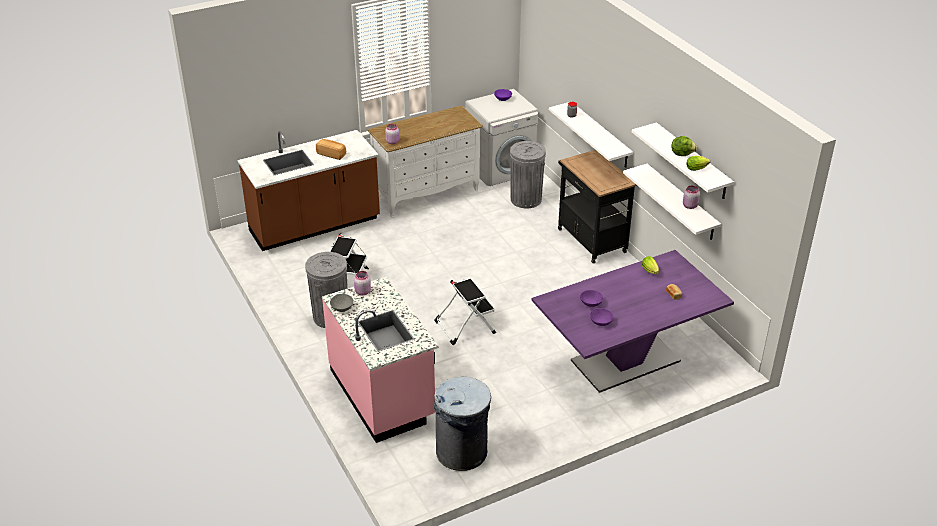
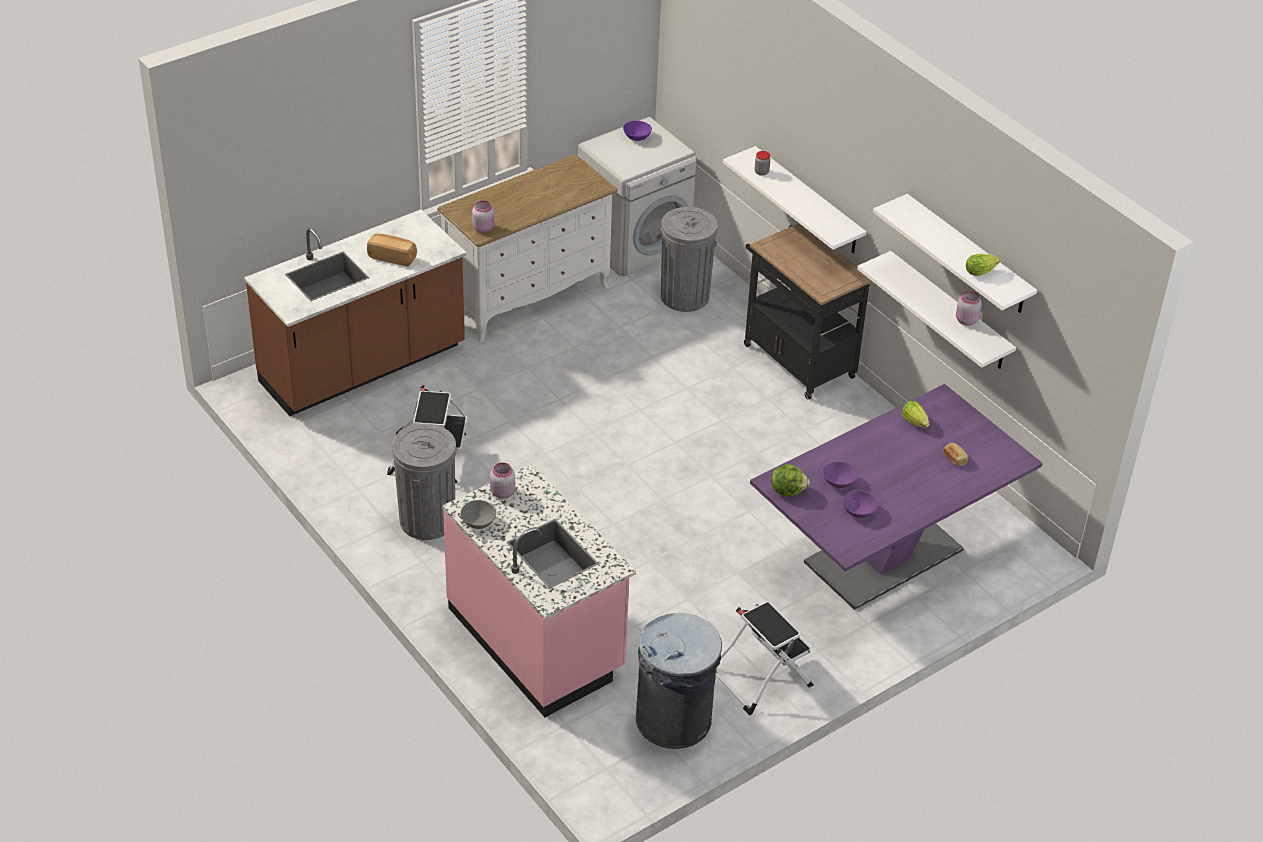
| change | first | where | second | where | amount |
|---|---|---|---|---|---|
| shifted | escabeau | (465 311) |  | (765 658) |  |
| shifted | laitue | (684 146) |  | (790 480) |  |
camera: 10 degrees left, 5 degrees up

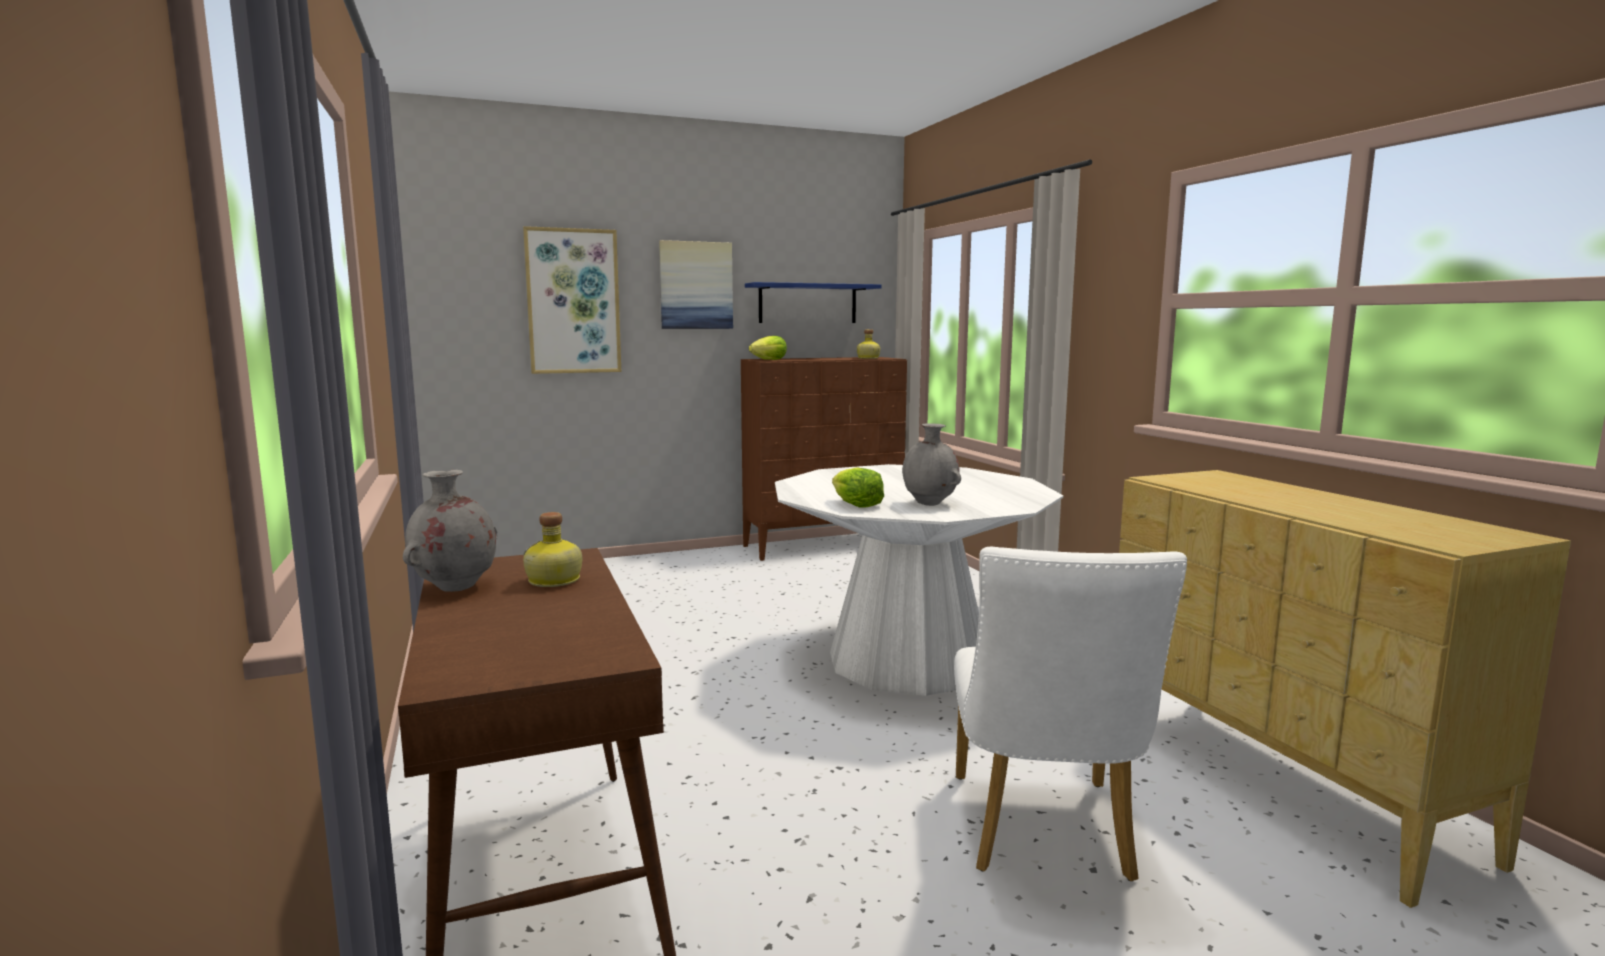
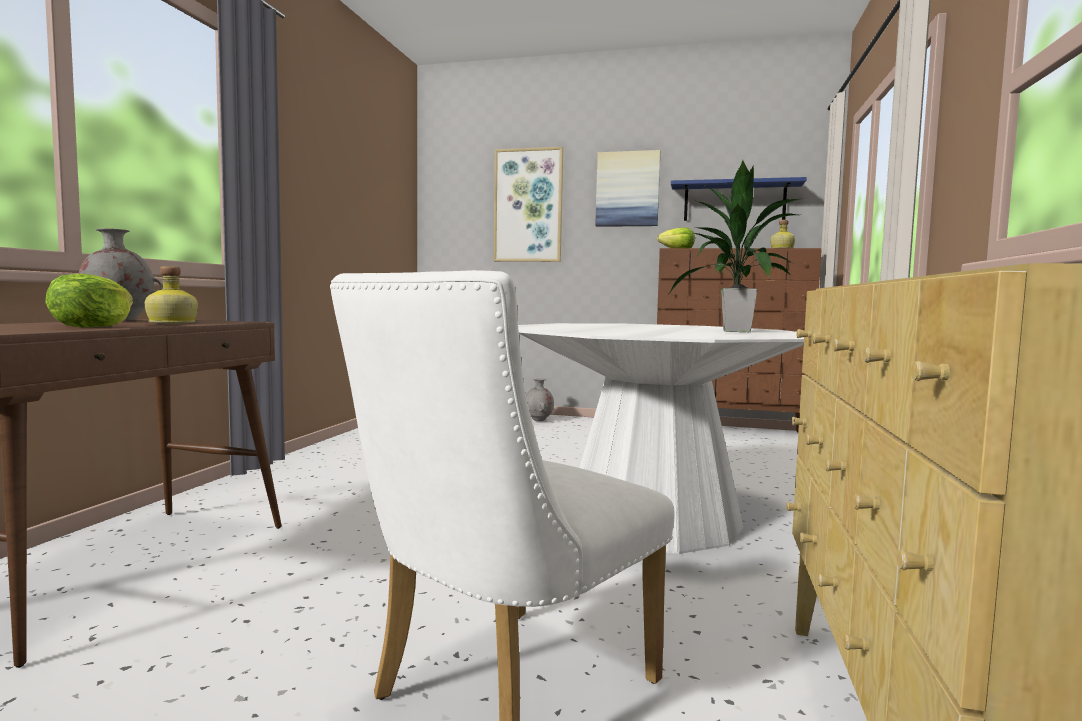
| change | first | where | second | where | amount |
|---|---|---|---|---|---|
| new |  |  | plante en pot | (735 246) |  |
| shifted | laitue | (858 487) |  | (89 300) |  |
| shifted | vase/gris | (931 464) |  | (540 399) |  |
camera: 35 degrees right, 5 degrees down

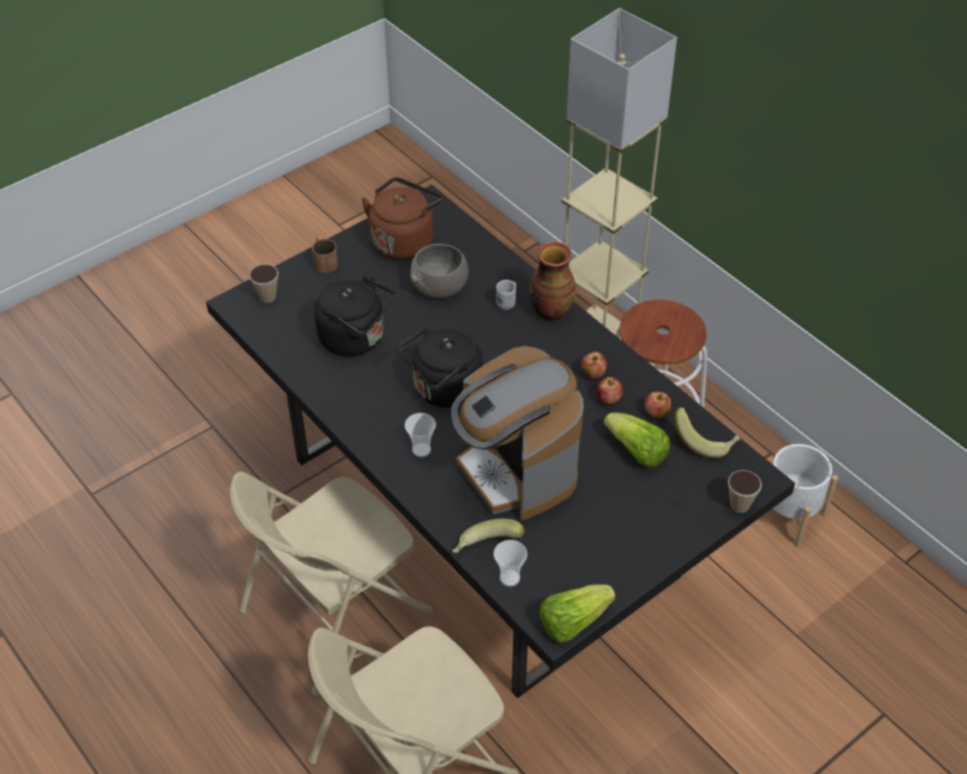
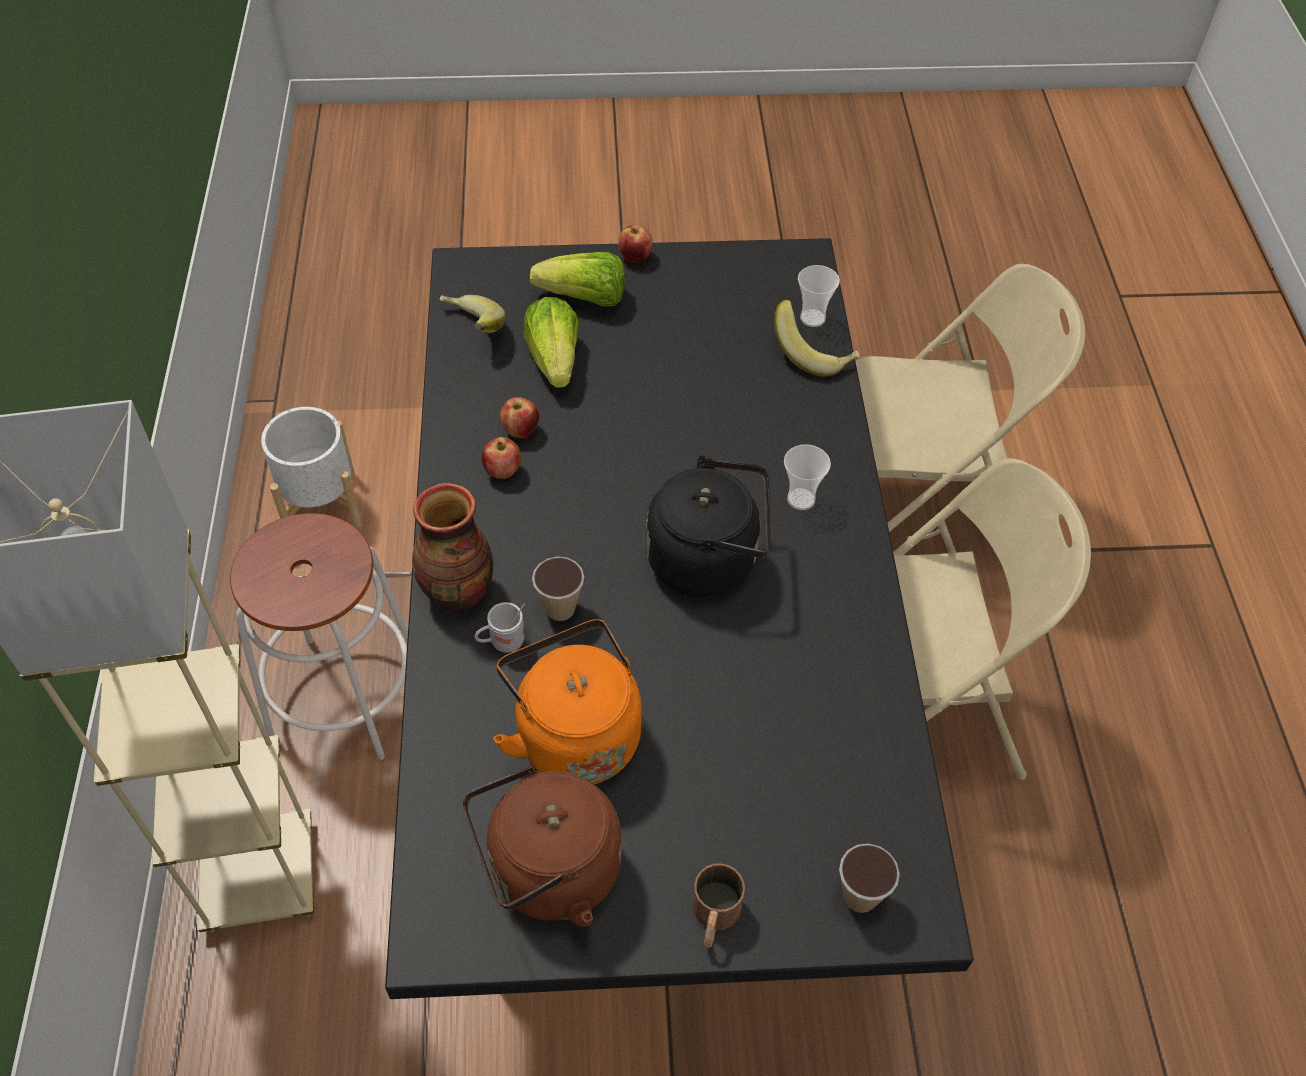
| change | first | where | second | where | amount |
|---|---|---|---|---|---|
| gone | bouilloire/noir | (354 316) |  |  |  |
| gone | machine à café | (517 433) |  |  |  |
| shifted | laitue | (577 613) |  | (577 279) |  |
| shifted | pomme | (658 405) |  | (635 244) |  |
| shifted | tasse | (745 491) |  | (558 589) |  |
| swapped | bol/gris | (439 271) | bouilloire/orange | (567 701) |  |
camera: 145 degrees left, 5 degrees up

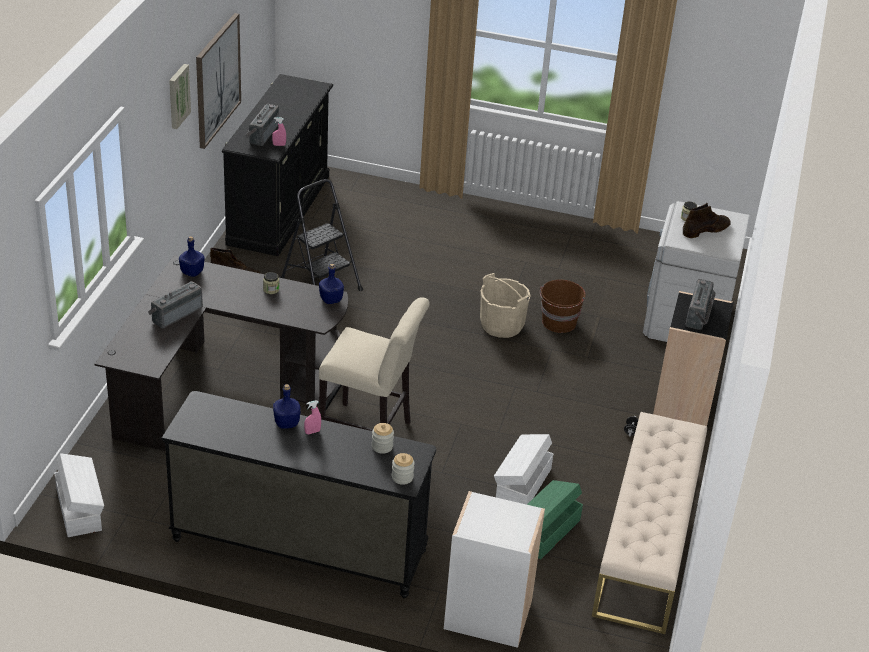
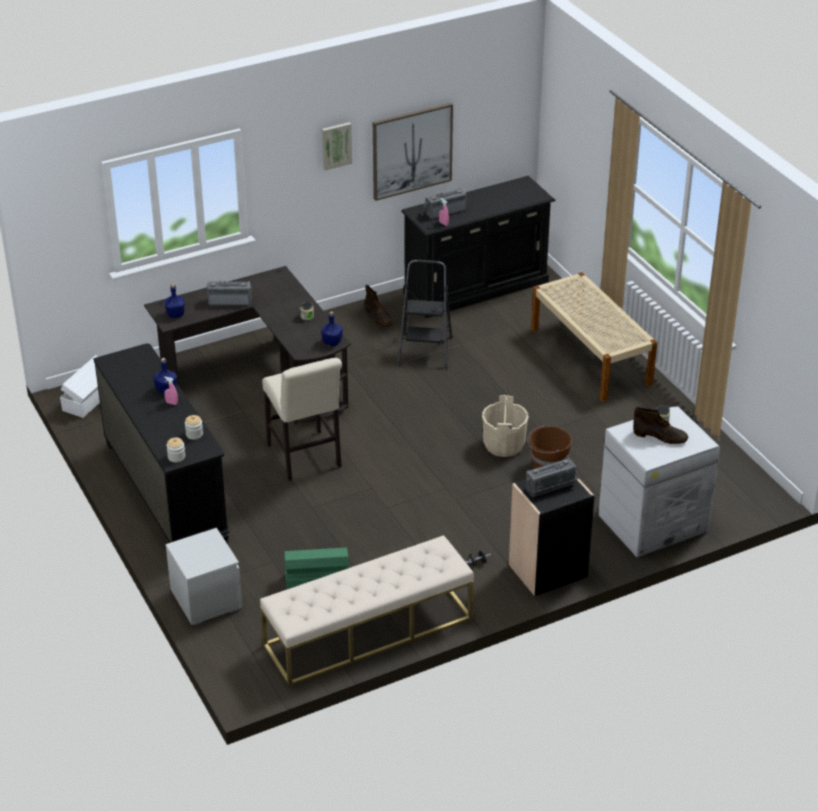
| change | first | where | second | where | amount |
|---|---|---|---|---|---|
| gone | boîte de rangement/blanc | (523 469) |  |  |  |
| new |  |  | banc/beige | (594 336) |  |
| shifted | bouteille/bleu | (191 256) |  | (175 301) |  |
| swapped | bibliothèque/blanc | (494 569) | table de chevet/blanc | (204 576) |  |
camera: 50 degrees right, 0 degrees up

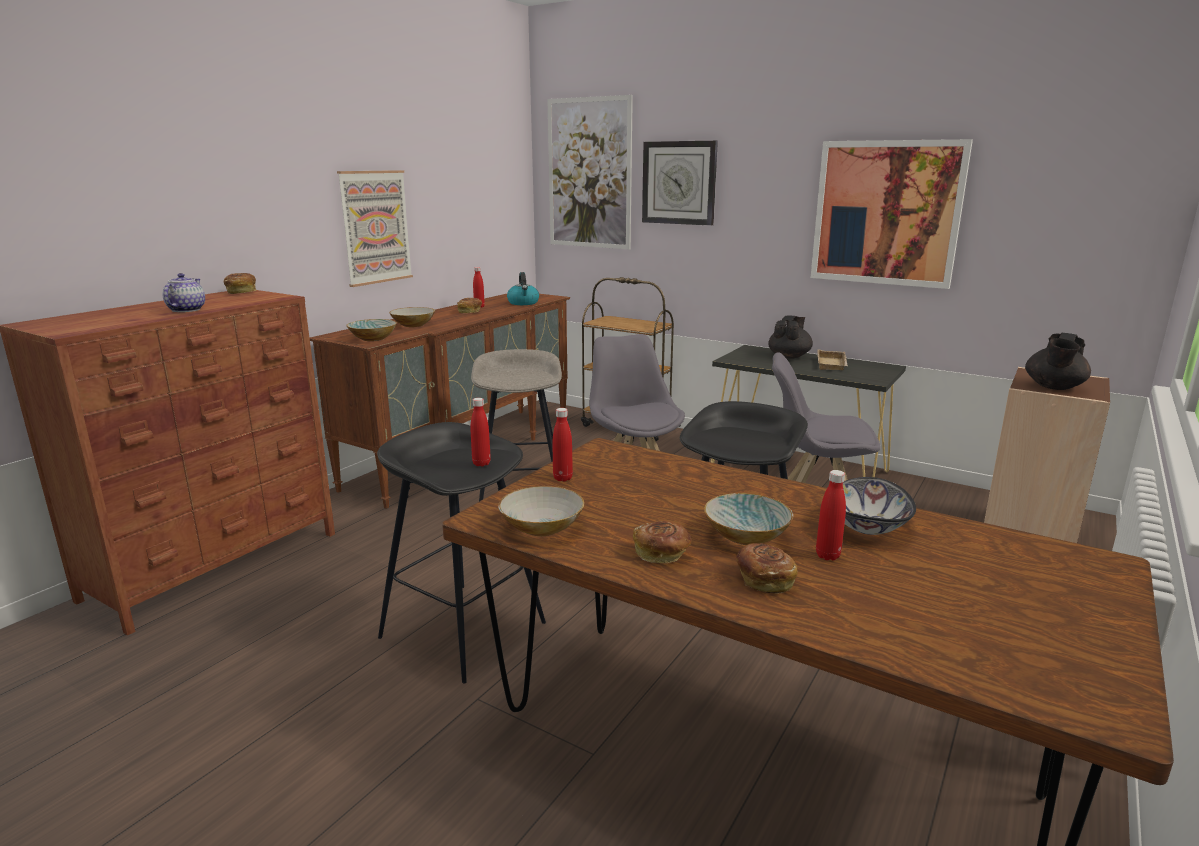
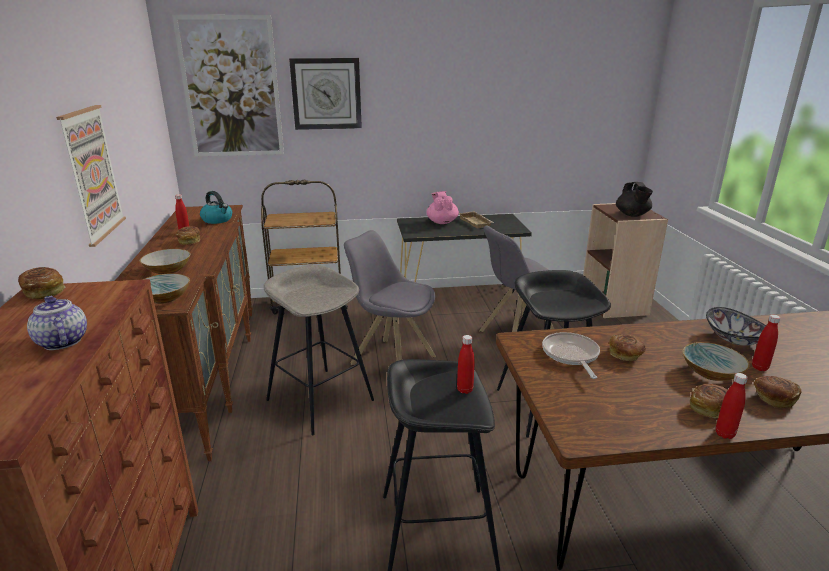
| change | first | where | second | where | amount |
|---|---|---|---|---|---|
| gone | bol | (541 511) |  |  |  |
| gone | tableau | (892 214) |  |  |  |
| new |  |  | poêle | (571 355) |  |
| new |  |  | pain | (627 348) |  |
| shifted | bouteille/rouge | (562 444) |  | (732 406) |  |
| repainted | théière/noir | (790 337) | théière/rose | (442 207) |  |
camera: 40 degrees left, 5 degrees up

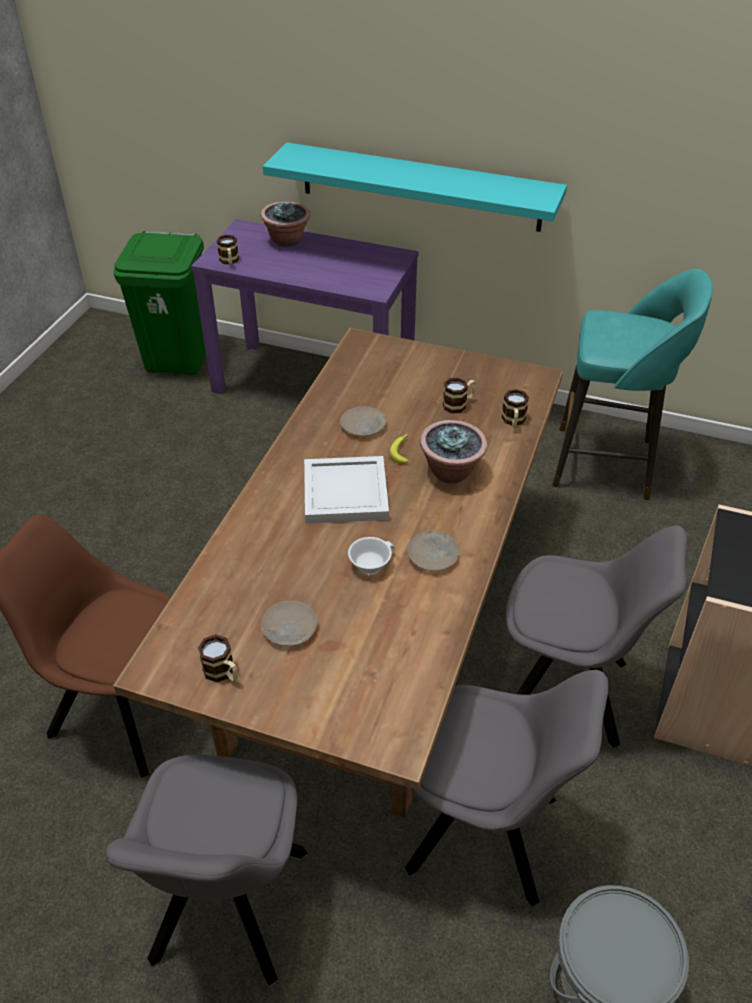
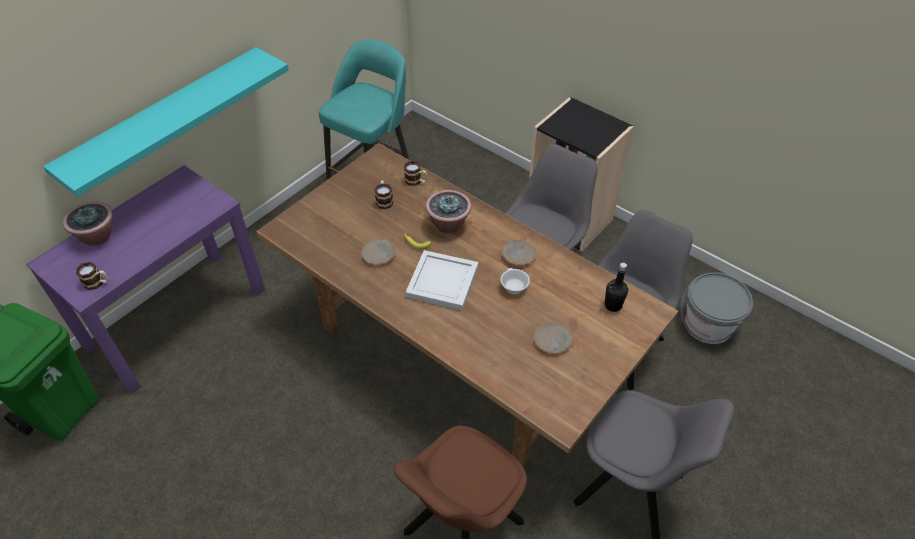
| change | first | where | second | where | amount |
|---|---|---|---|---|---|
| gone | mug | (218 658) |  |  |  |
| new |  |  | bouteille/noir | (616 287) |  |
camera: 70 degrees left, 5 degrees up

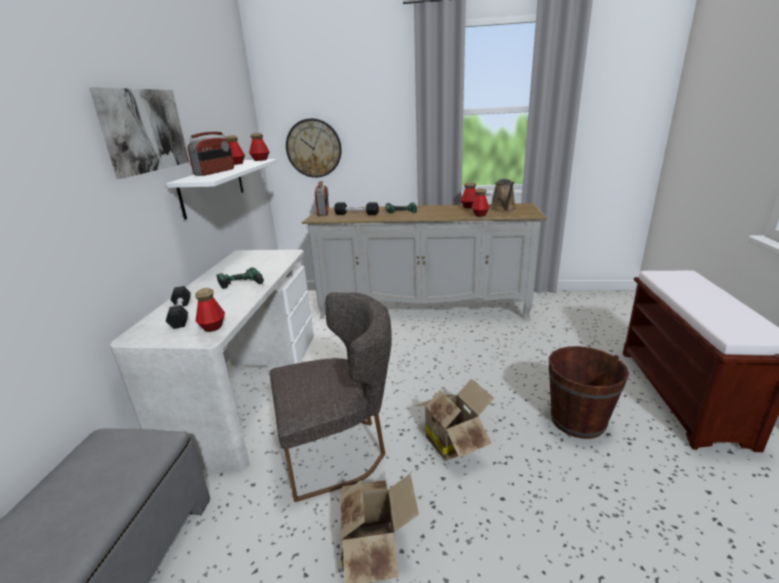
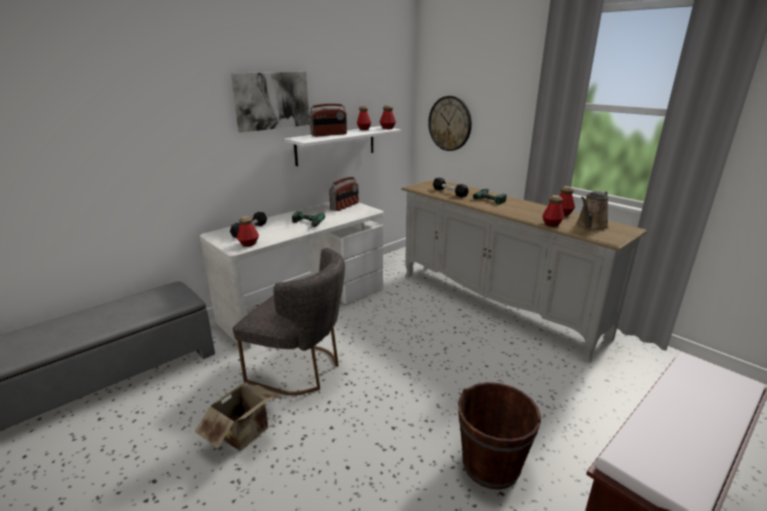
| change | first | where | second | where | amount |
|---|---|---|---|---|---|
| gone | carton | (454 419) |  |  |  |
| shifted | radio | (322 198) |  | (344 194) |  |
camera: 40 degrees right, 0 degrees up

